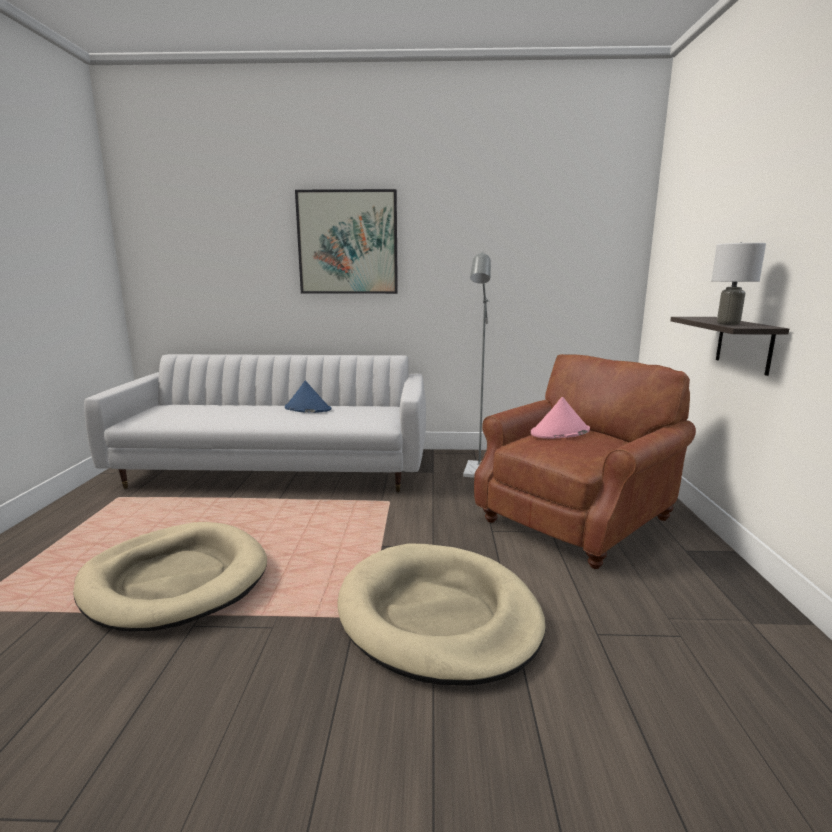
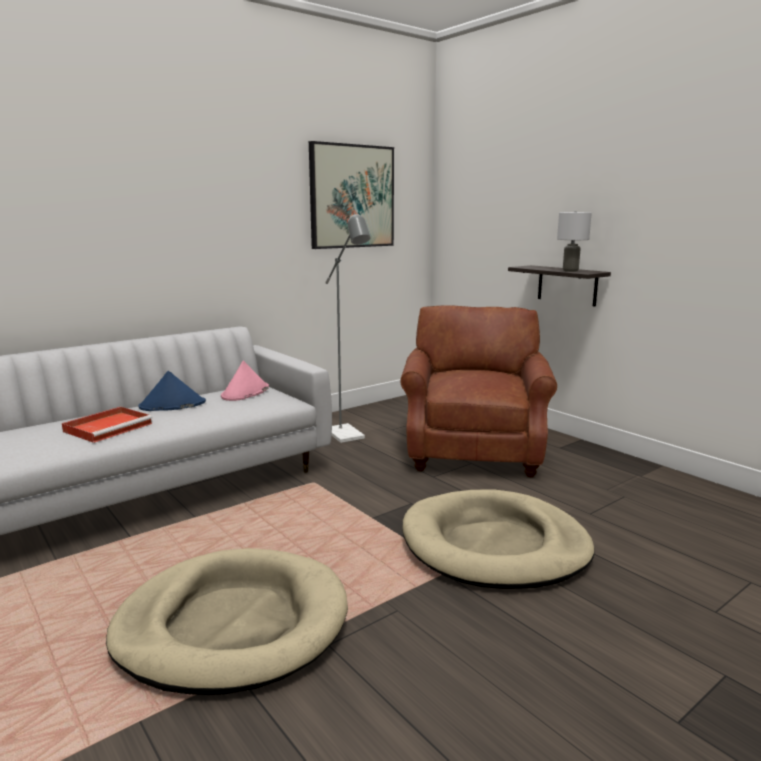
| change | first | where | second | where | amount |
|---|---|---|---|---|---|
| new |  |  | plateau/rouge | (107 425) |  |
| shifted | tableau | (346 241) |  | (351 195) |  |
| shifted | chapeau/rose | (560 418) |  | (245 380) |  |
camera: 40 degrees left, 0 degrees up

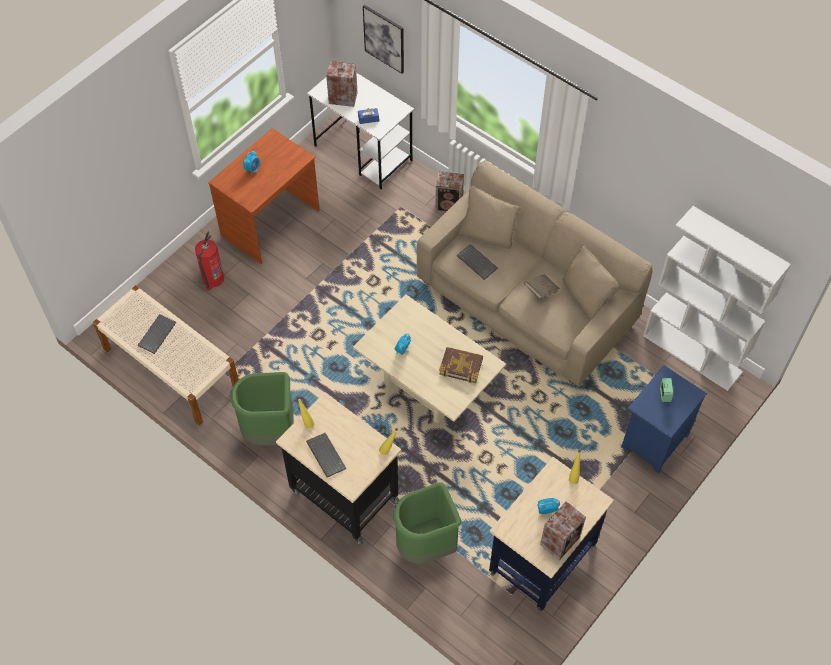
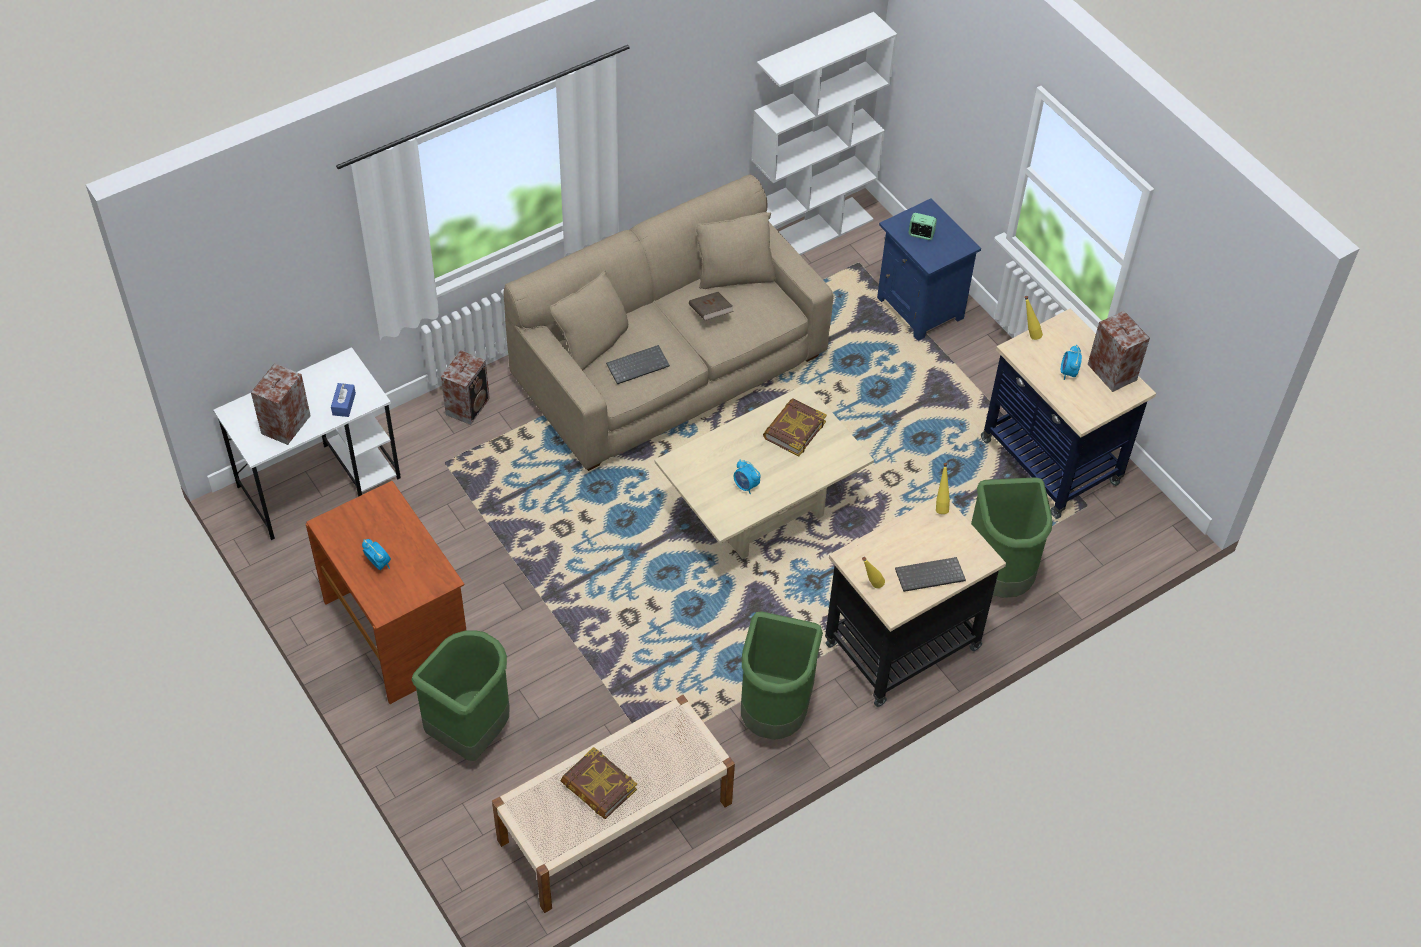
| change | first | where | second | where | amount |
|---|---|---|---|---|---|
| gone | tableau | (383 39) |  |  |  |
| swapped | clavier | (157 334) | livre | (599 783) |  |
| swapped | extincteur | (209 260) | poubelle/vert | (461 695) |  |
camera: 75 degrees left, 5 degrees down

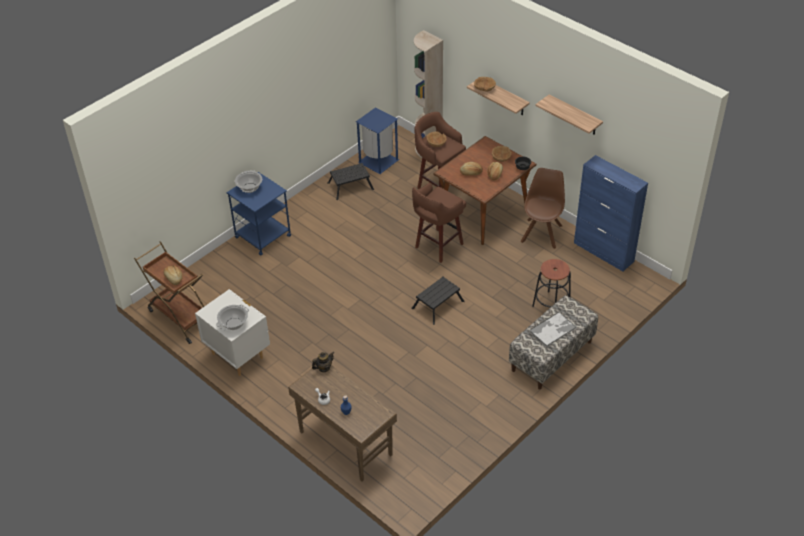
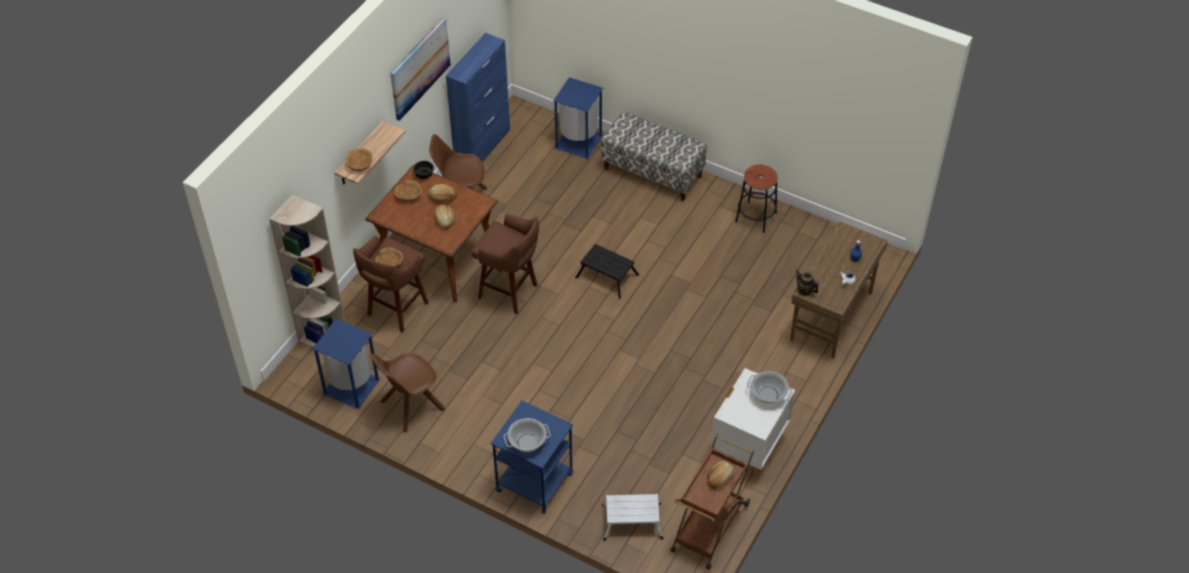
| change | first | where | second | where | amount |
|---|---|---|---|---|---|
| gone | plateau | (553 329) |  |  |  |
| new |  |  | poubelle/bleu | (578 118) |  |
| new |  |  | escabeau/blanc | (633 517) |  |
| shifted | tabouret/noir | (551 283) |  | (757 199) |  |
| swapped | escabeau/noir | (351 181) | chaise/marron | (408 392) |  |
| swapped | étagère | (569 114) | tableau | (420 69) |  |
camera: 105 degrees left, 5 degrees up

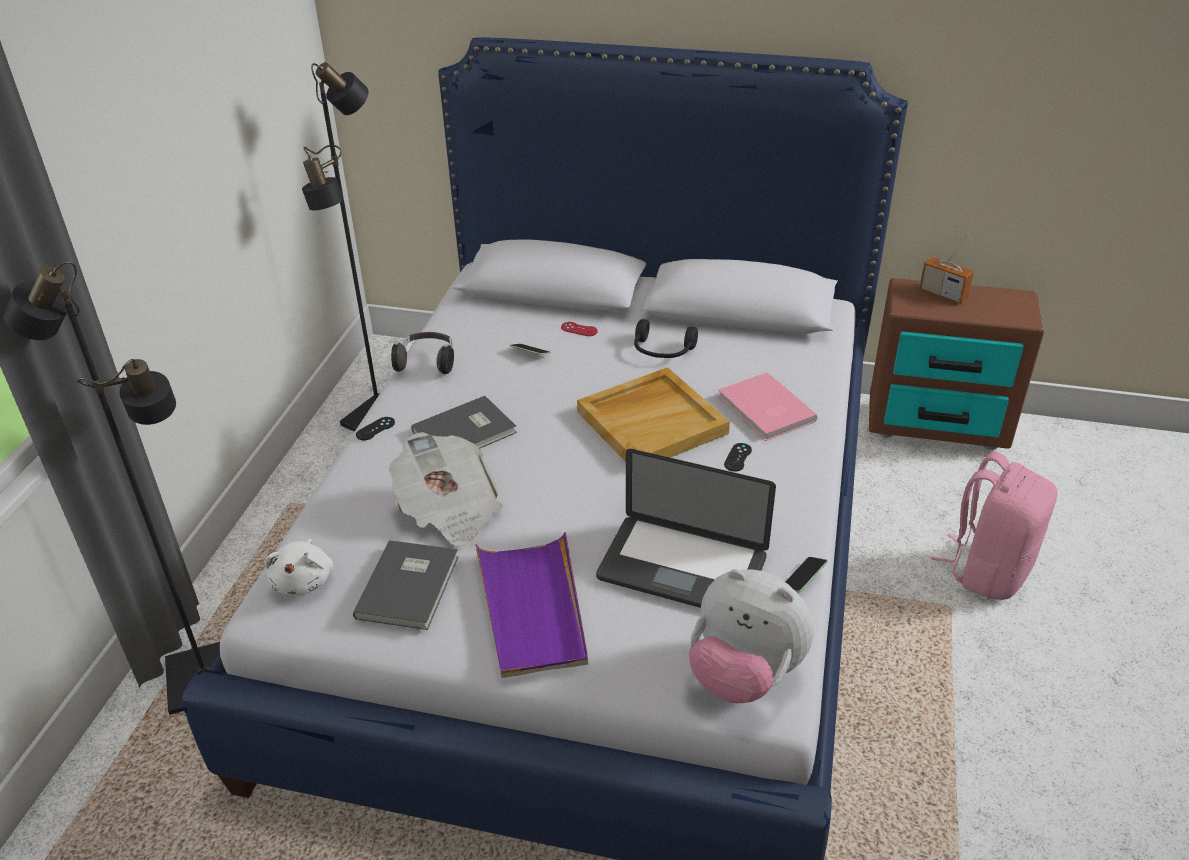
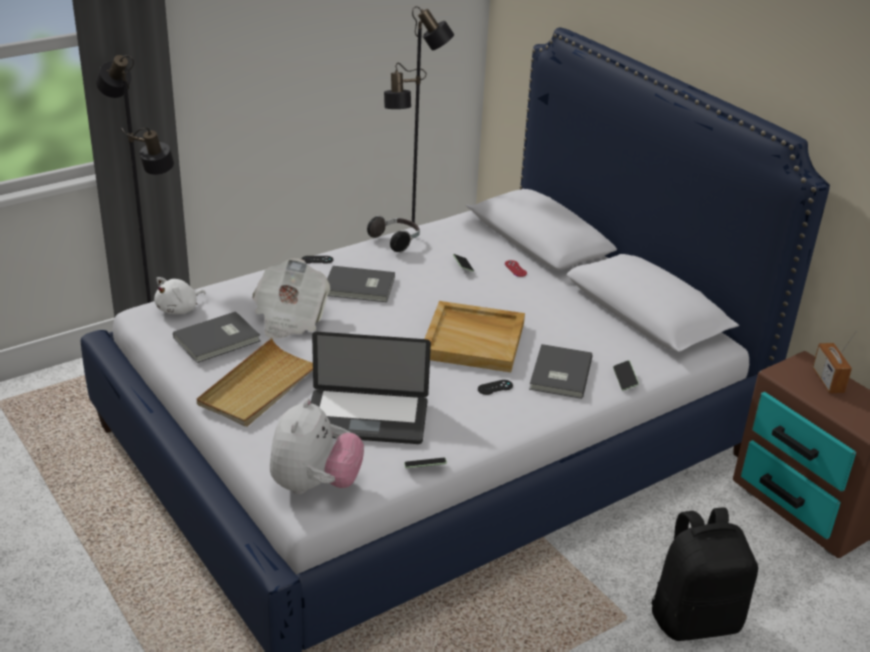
| change | first | where | second | where | amount |
|---|---|---|---|---|---|
| gone | casque audio/noir | (666 338) |  |  |  |
| new |  |  | téléphone | (626 375) |  |
| repainted | plateau/violet | (531 605) | plateau/beige | (255 382) |  |
| repainted | livre/rose | (767 407) | livre/gris | (561 371) |  |
| repainted | sac à dos/rose | (994 526) | sac à dos/noir | (704 574) |  |
| rotated | ordinateur portable | (686 528) |  | (370 388) | 60 degrees counterclockwise |
| rotated | peluche | (751 636) |  | (317 446) | 150 degrees counterclockwise |
camera: 40 degrees right, 5 degrees down

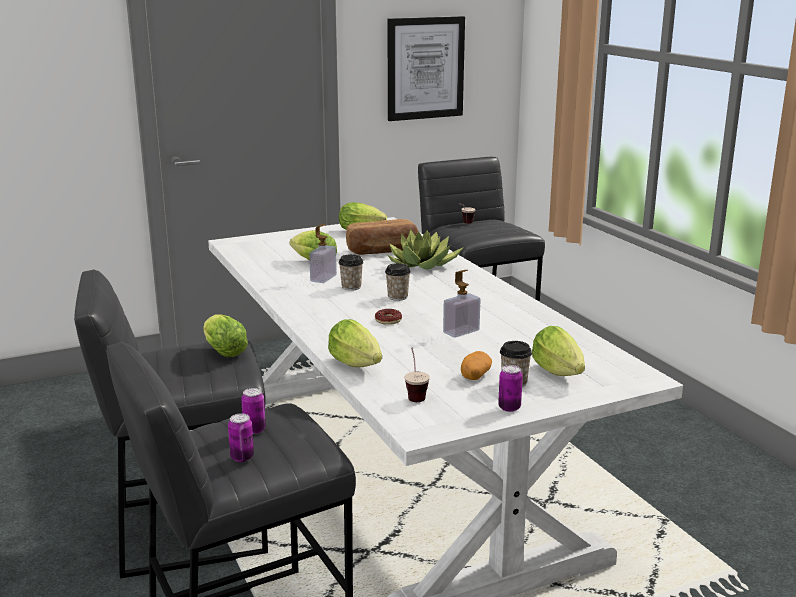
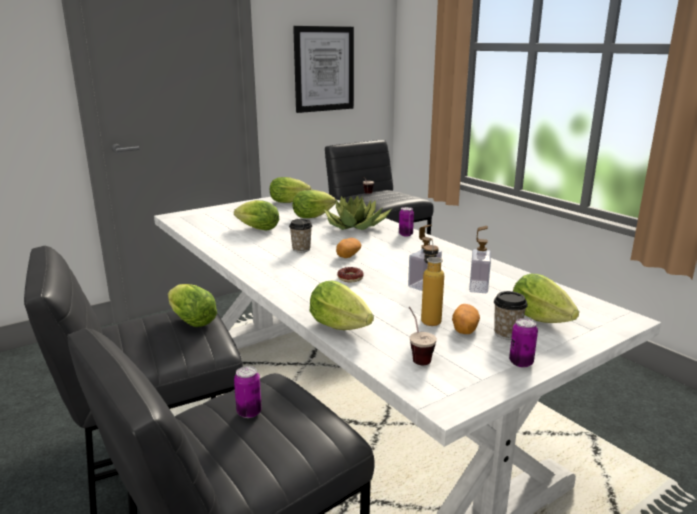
| change | first | where | second | where | amount |
|---|---|---|---|---|---|
| new |  |  | bouteille | (432 282) |  |
| shifted | boîte métallique | (241 437) |  | (406 222) |  |
| shifted | distributeur de savon | (323 253) |  | (480 259) |  |
| swapped | pain | (382 237) | laitue | (314 204) |  |
| swapped | tasse | (398 282) | pomme de terre | (349 248) |  |
camera: 10 degrees left, 0 degrees up

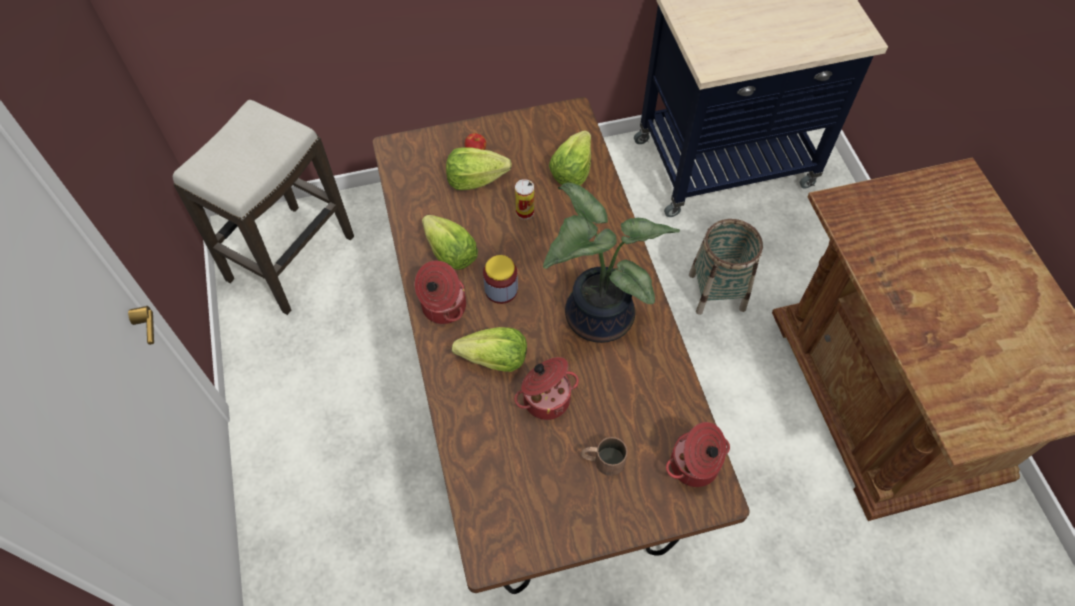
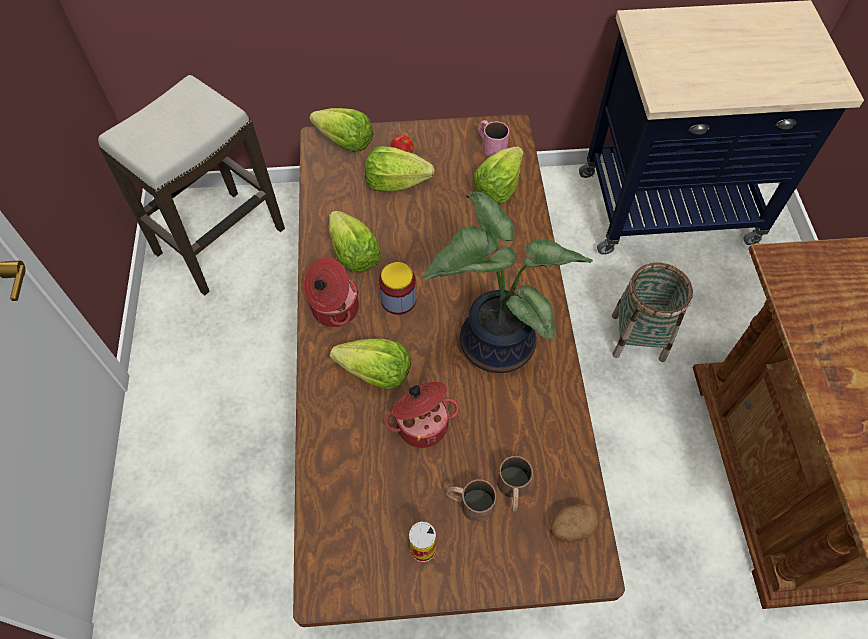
| change | first | where | second | where | amount |
|---|---|---|---|---|---|
| new |  |  | laitue | (341 130) |  |
| new |  |  | mug/rose | (493 138) |  |
| new |  |  | mug/marron | (515 483) |  |
| shifted | boîte métallique | (524 199) |  | (422 541) |  |
| swapped | marmite | (698 454) | pomme de terre | (575 523) |  |
camera: 10 degrees right, 0 degrees up

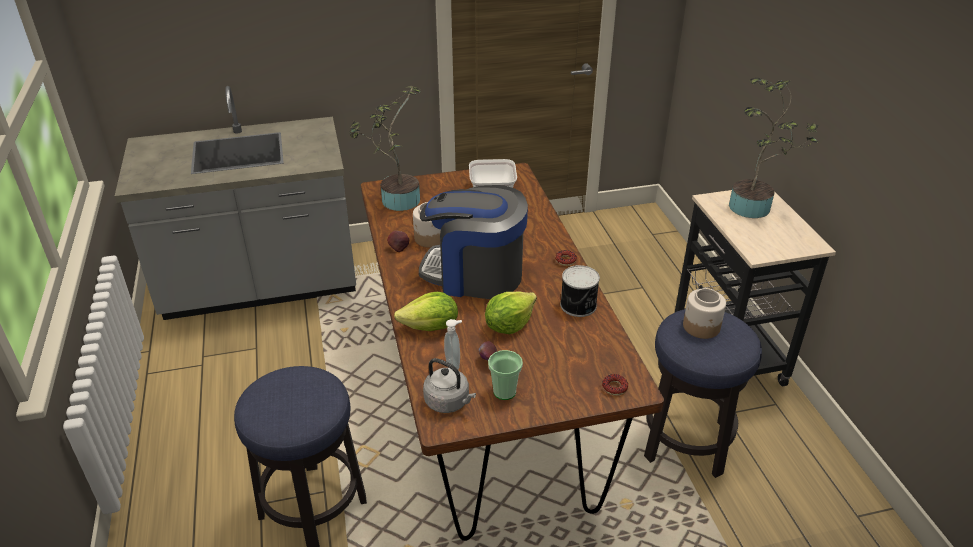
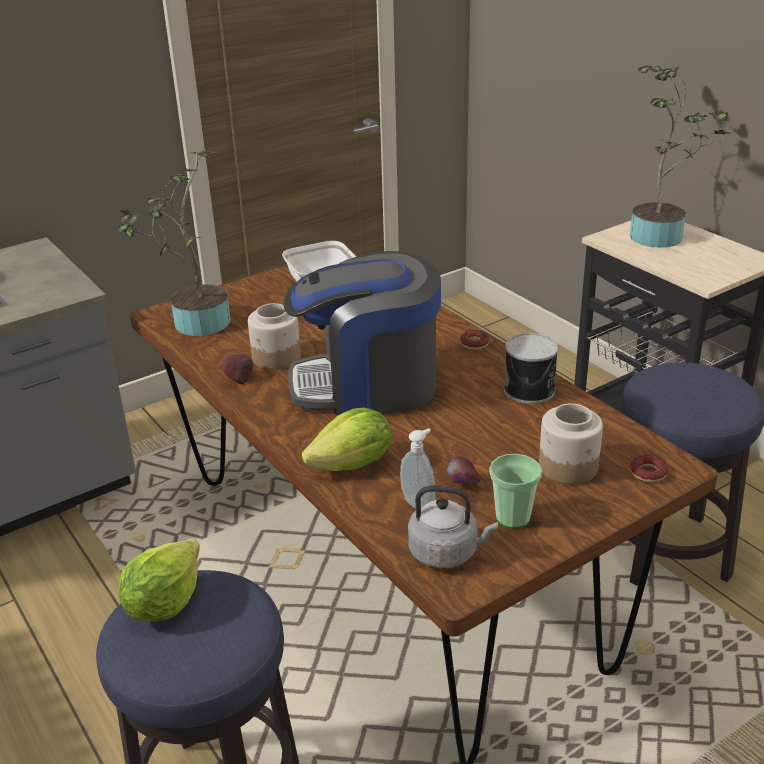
| change | first | where | second | where | amount |
|---|---|---|---|---|---|
| shifted | laitue | (511 312) |  | (159 580) |  |
| shifted | bocal | (704 313) |  | (571 444) |  |
camera: 20 degrees left, 5 degrees down

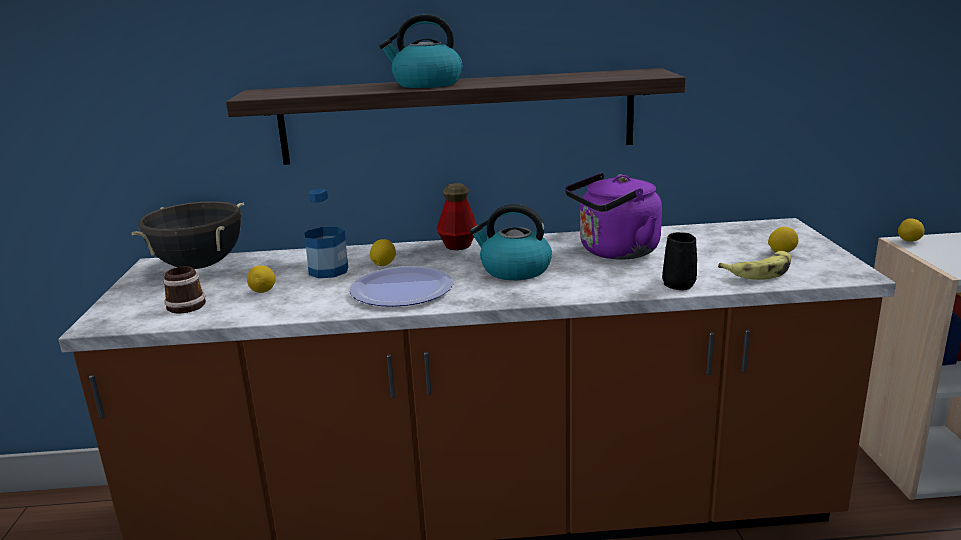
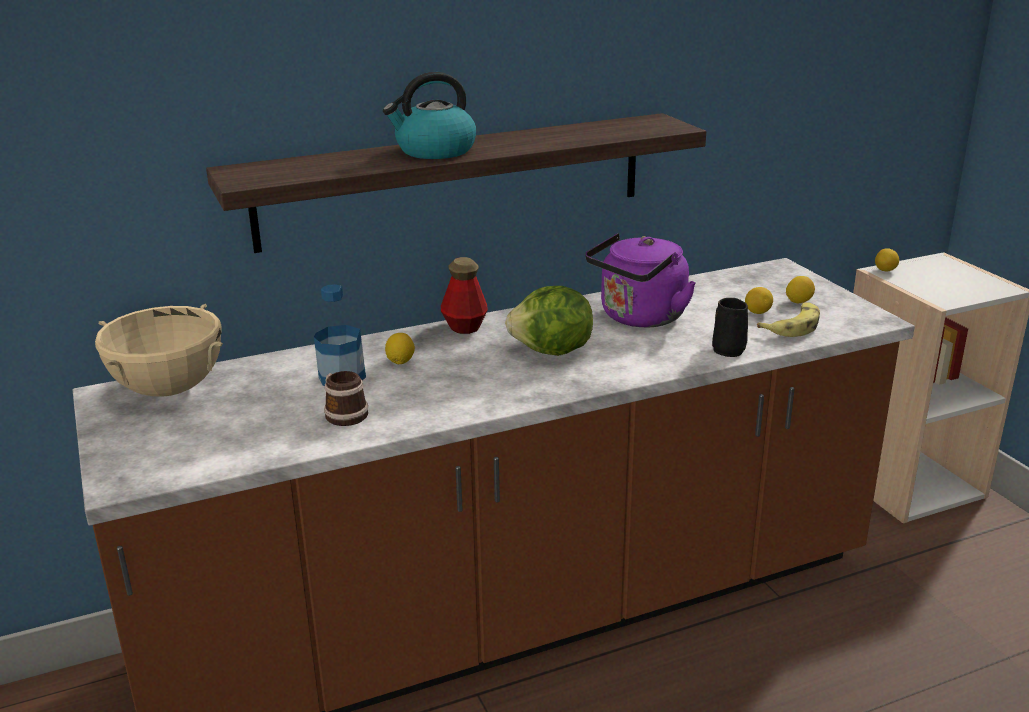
| change | first | where | second | where | amount |
|---|---|---|---|---|---|
| gone | assiette | (401 286) |  |  |  |
| shifted | mug | (184 290) |  | (346 398) |  |
| shifted | citron | (261 279) |  | (759 300) |  |
| swapped | bouilloire | (511 242) | laitue | (549 321) |  |
| repainted | marmite/noir | (187 235) | marmite/beige | (159 350) |  |
camera: 20 degrees left, 5 degrees up

